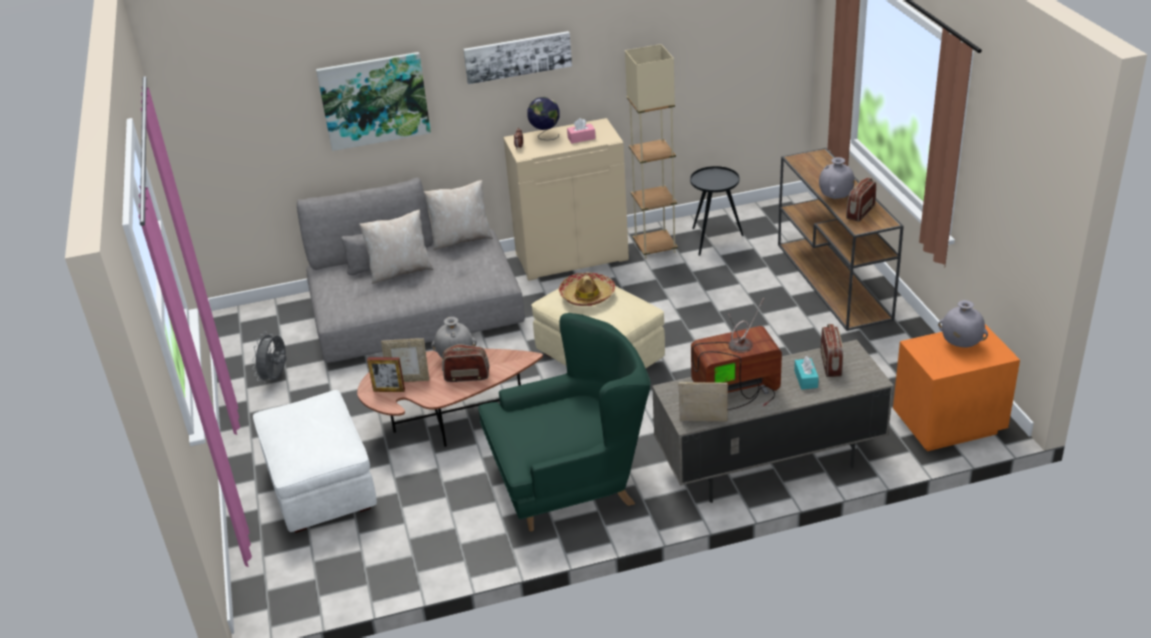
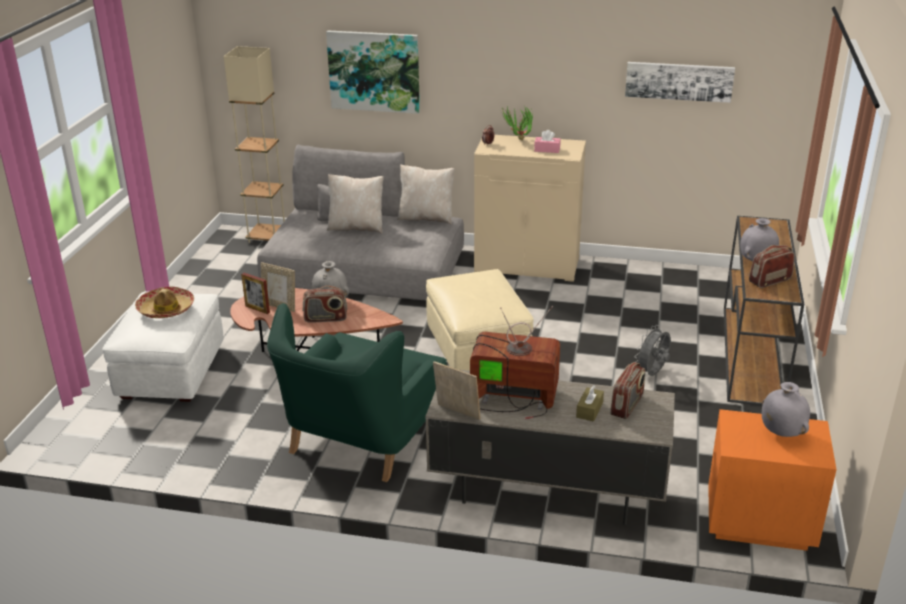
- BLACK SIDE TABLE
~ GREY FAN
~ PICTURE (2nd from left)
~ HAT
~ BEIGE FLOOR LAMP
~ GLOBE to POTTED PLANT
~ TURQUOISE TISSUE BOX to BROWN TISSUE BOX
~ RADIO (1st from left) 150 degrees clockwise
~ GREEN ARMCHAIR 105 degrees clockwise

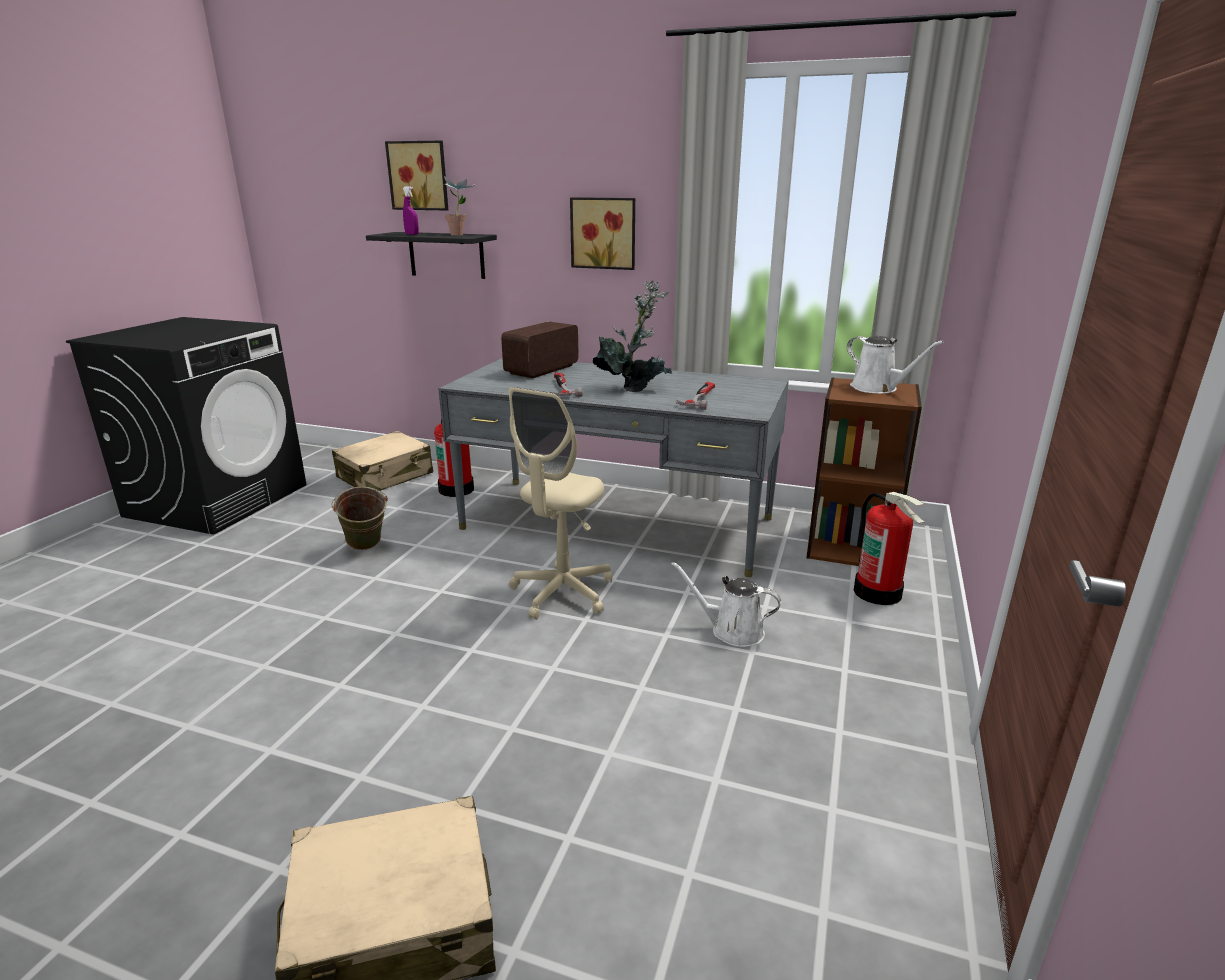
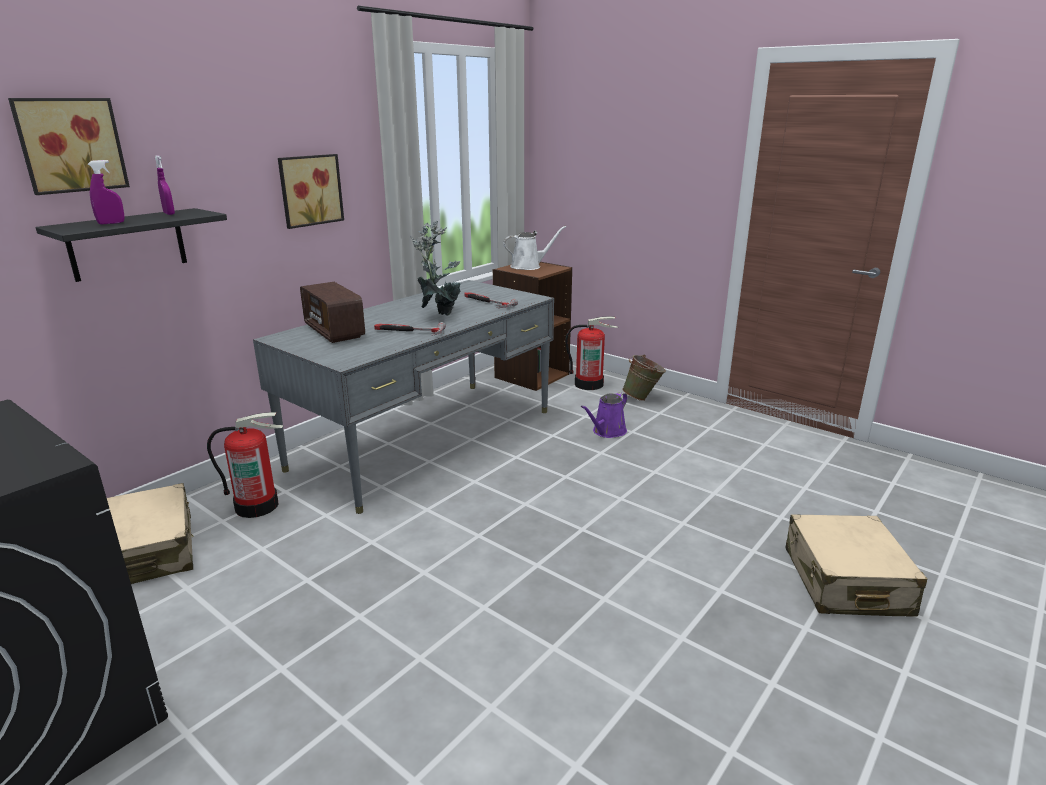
- BEIGE OFFICE CHAIR
~ GREEN BUCKET
~ POTTED PLANT (1st from left) to PURPLE SPRAY BOTTLE (2nd from left)
~ WHITE WATERING CAN (1st from left) to PURPLE WATERING CAN

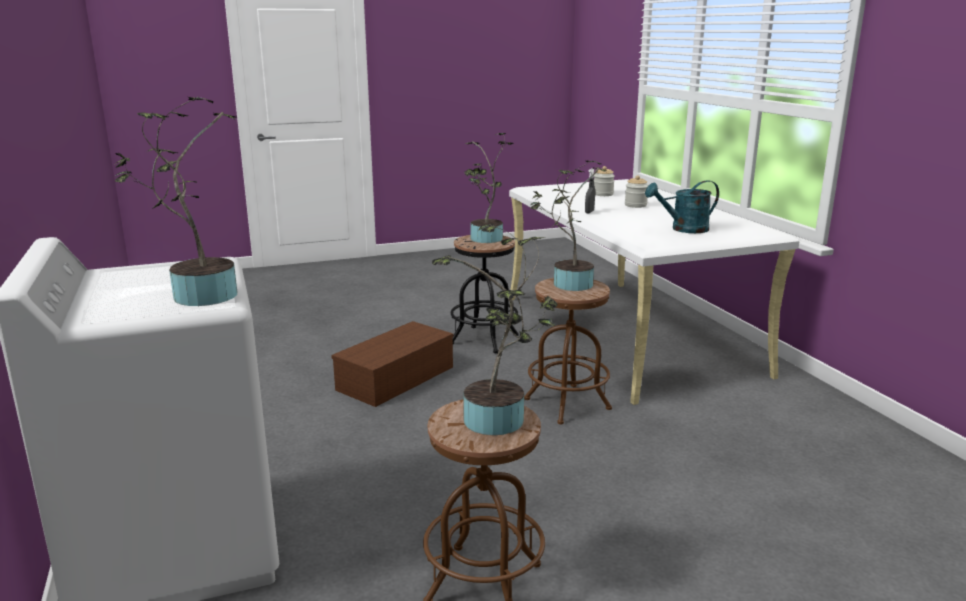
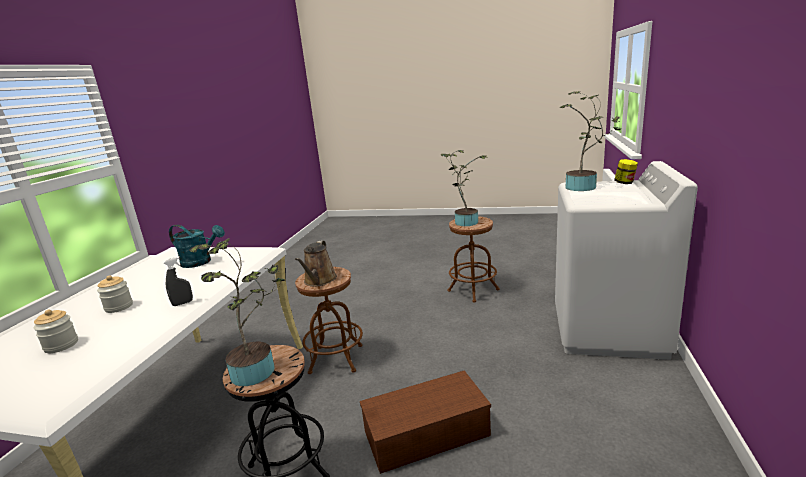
+ JAR (3rd from left)
~ POTTED PLANT (4th from left) to BROWN WATERING CAN

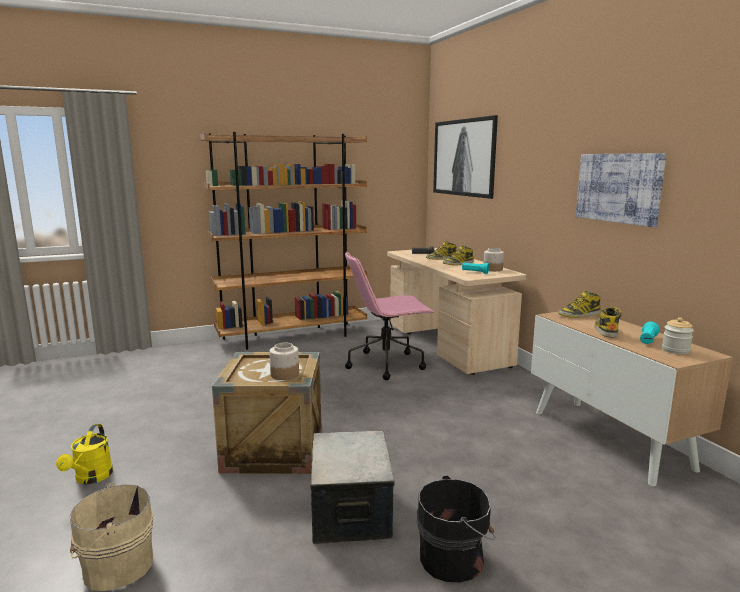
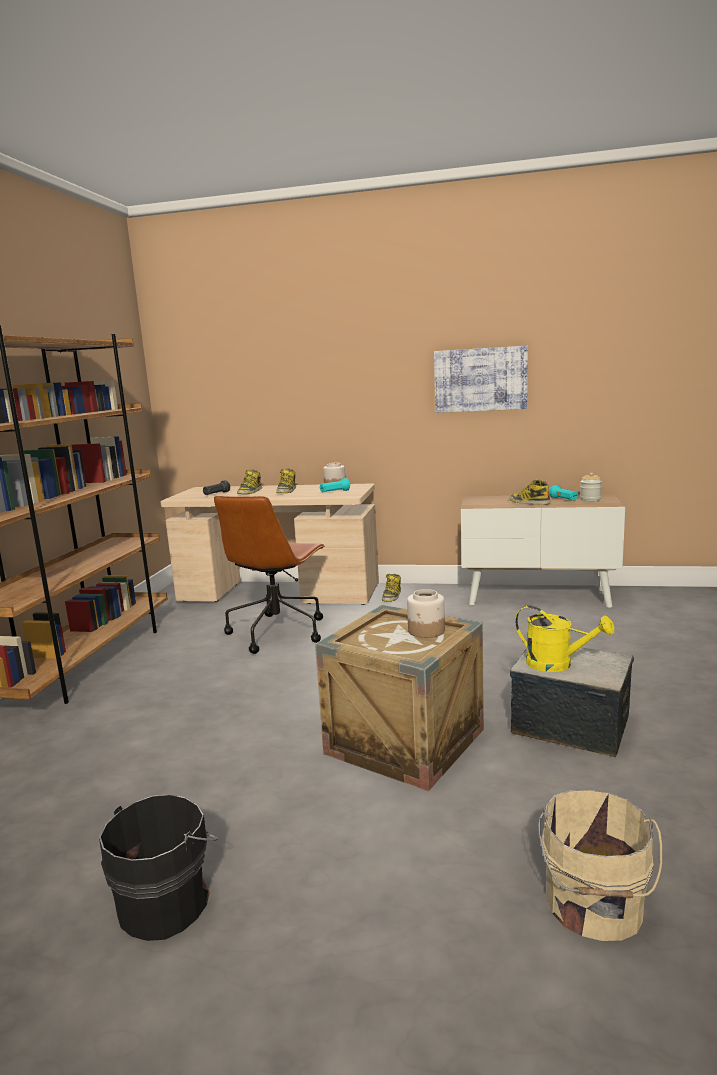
- PICTURE (1st from left)
~ YELLOW WATERING CAN
~ BLACK BUCKET
~ BOOT (3rd from left)
~ PINK OFFICE CHAIR to BROWN OFFICE CHAIR

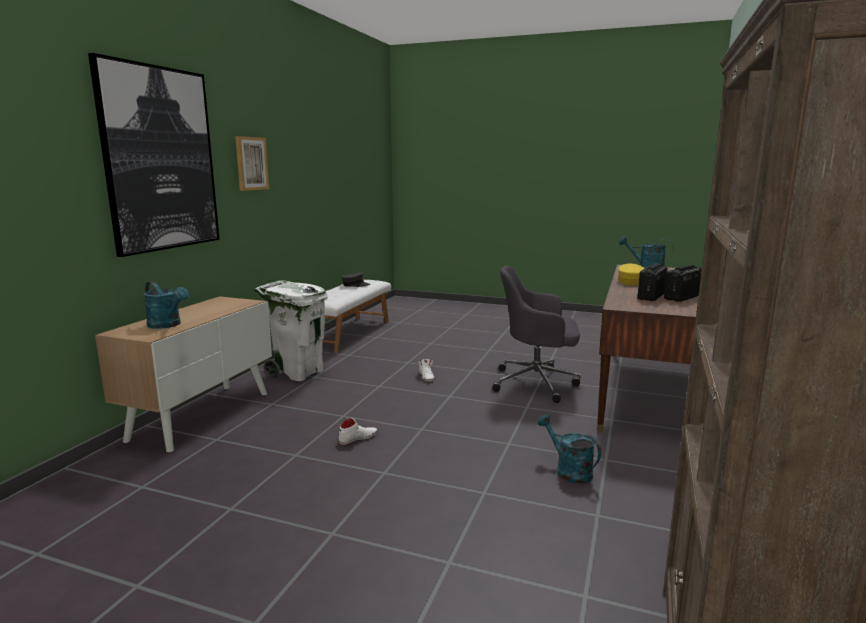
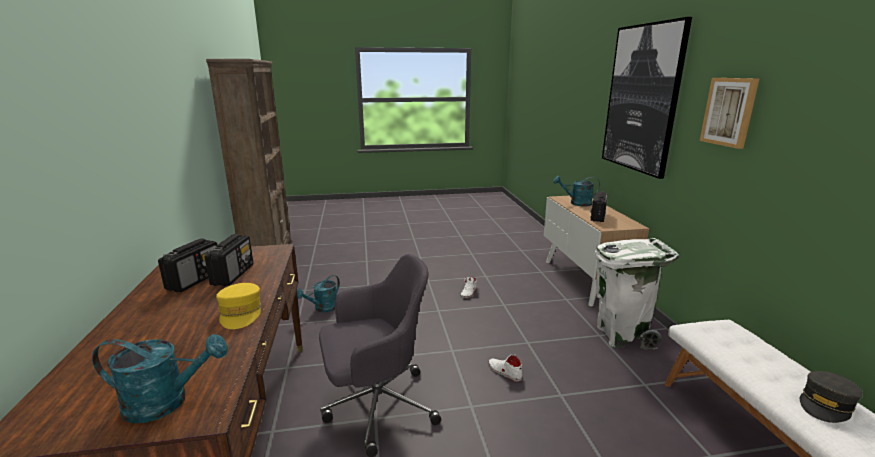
+ RADIO (3rd from left)
~ TURQUOISE WATERING CAN (2nd from left) 105 degrees clockwise

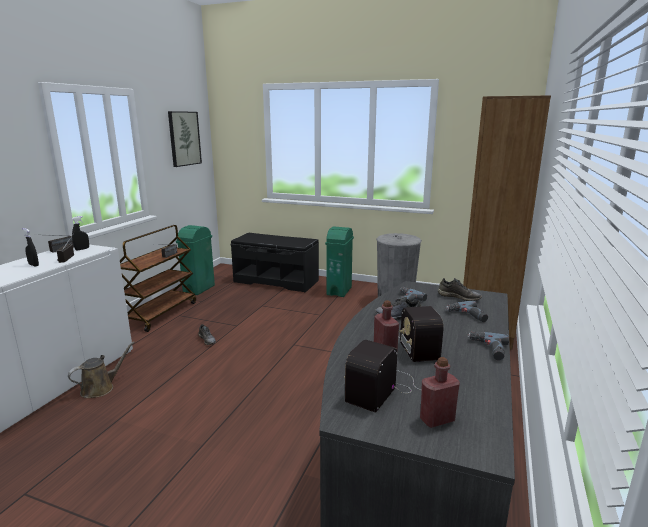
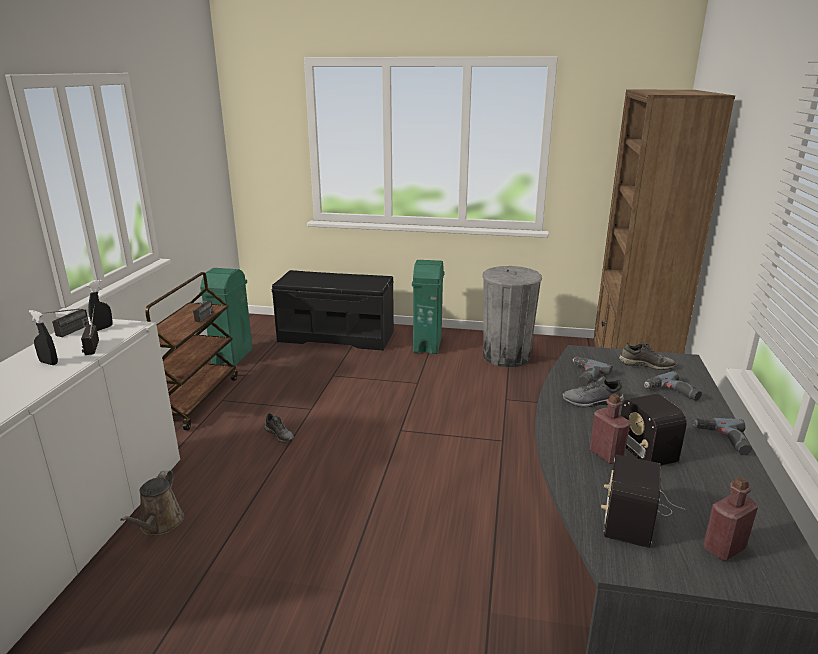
- PICTURE
~ BROWN WATERING CAN 150 degrees clockwise

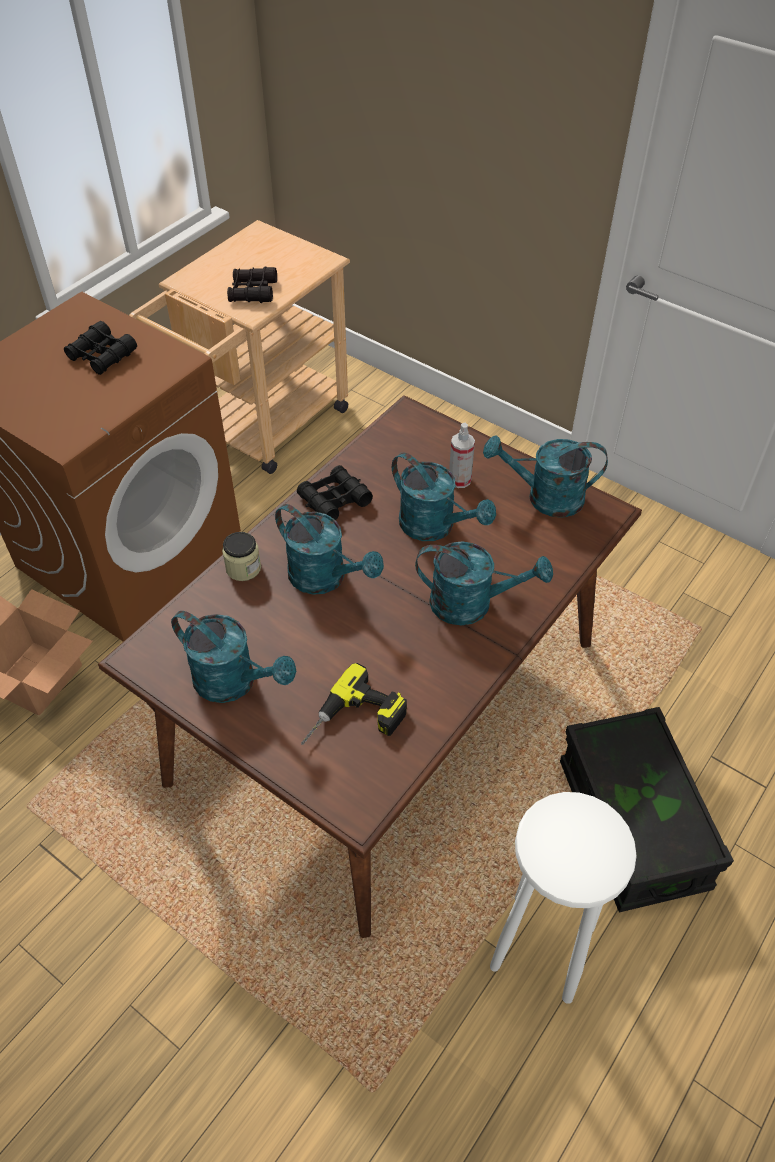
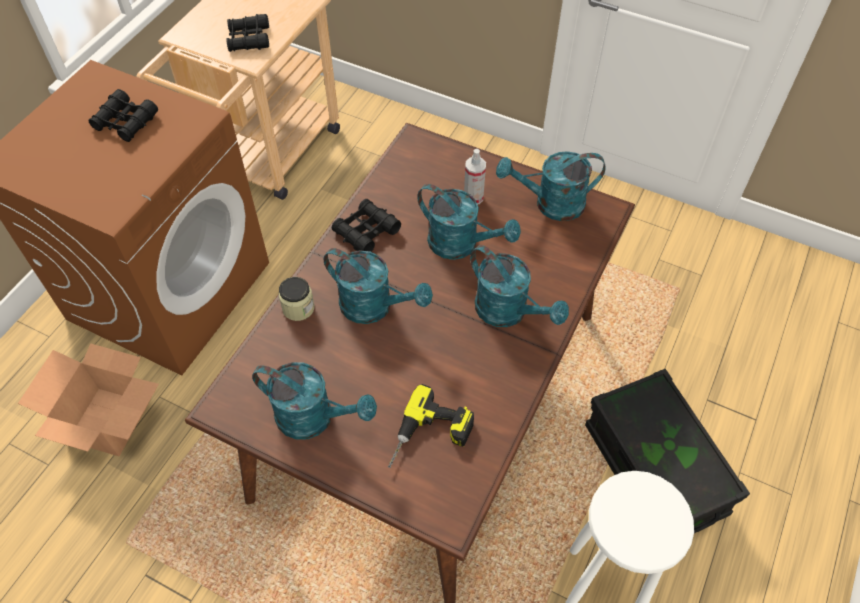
~ TURQUOISE WATERING CAN (4th from left) 45 degrees clockwise

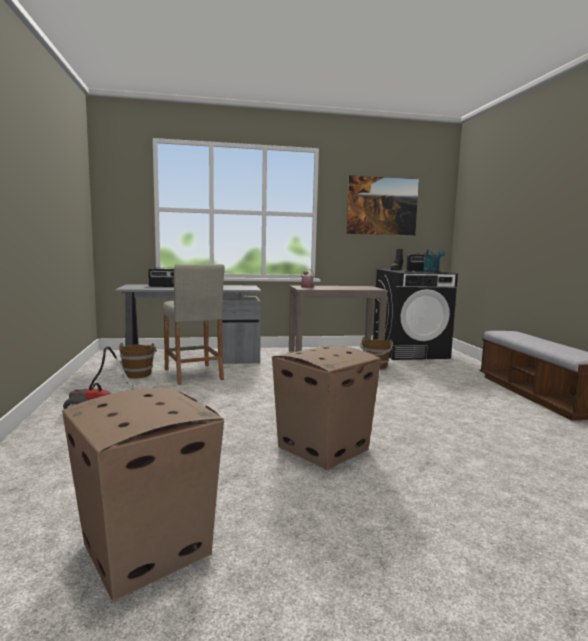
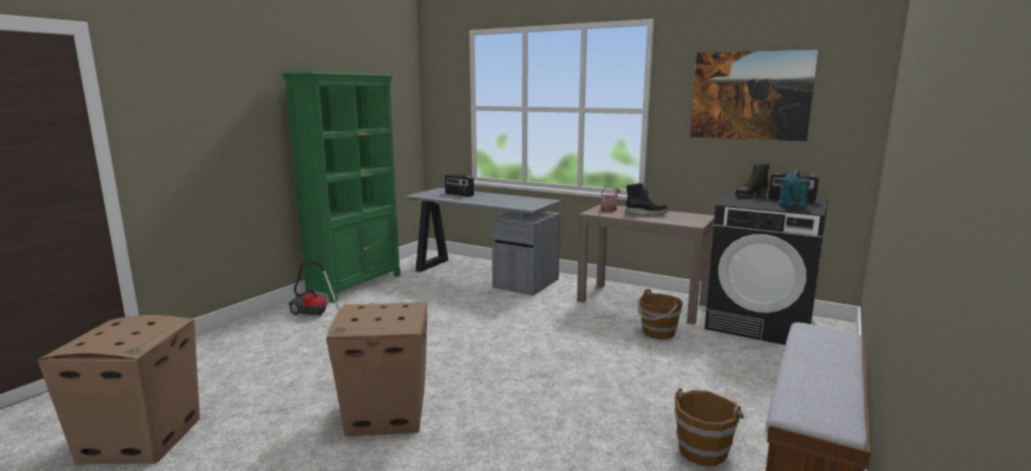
- BEIGE STOOL
+ GREEN BOOKCASE
+ BLACK BOOT (1st from left)
~ BROWN BUCKET (1st from left in the first image) to BROWN BUCKET (2nd from left)

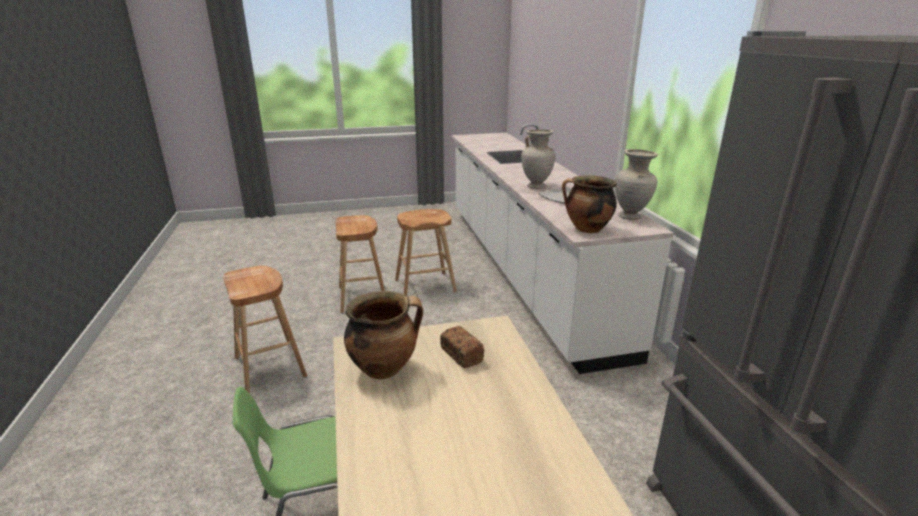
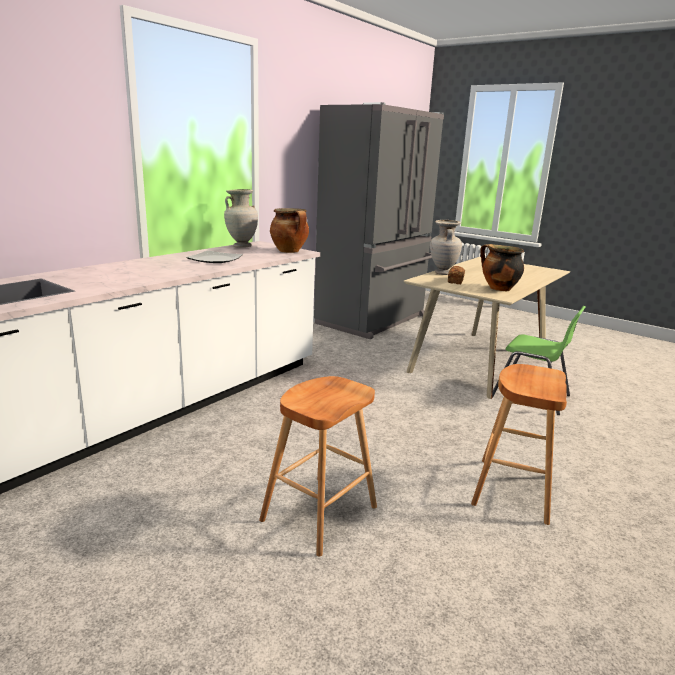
- BROWN STOOL (3rd from left)
~ BEIGE VASE (1st from left in the first image) to BEIGE VASE (2nd from left)

